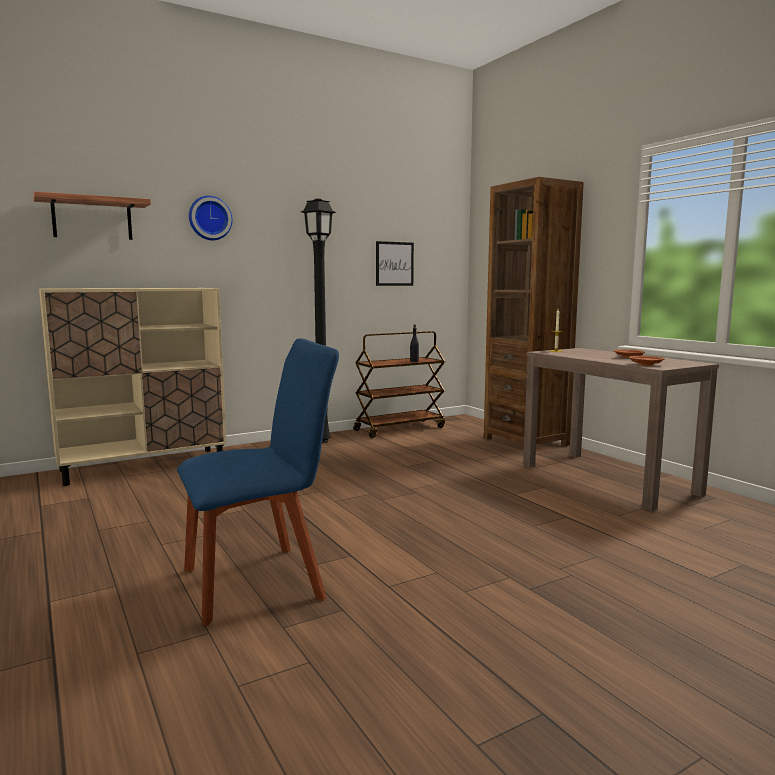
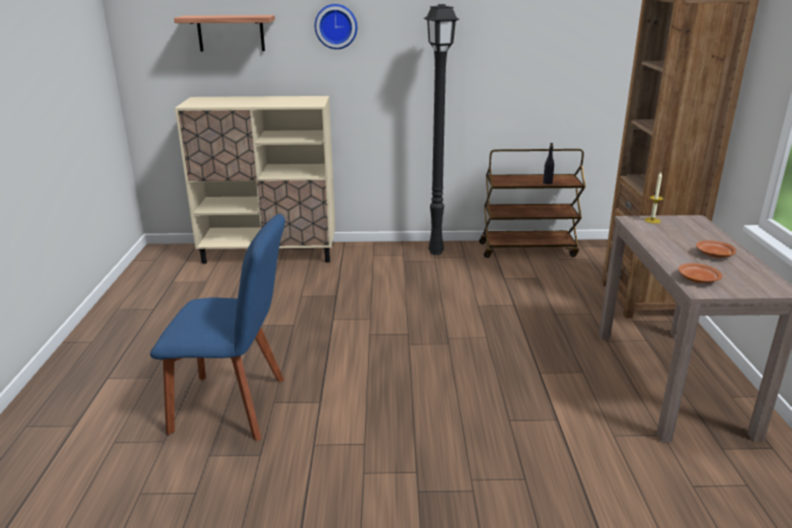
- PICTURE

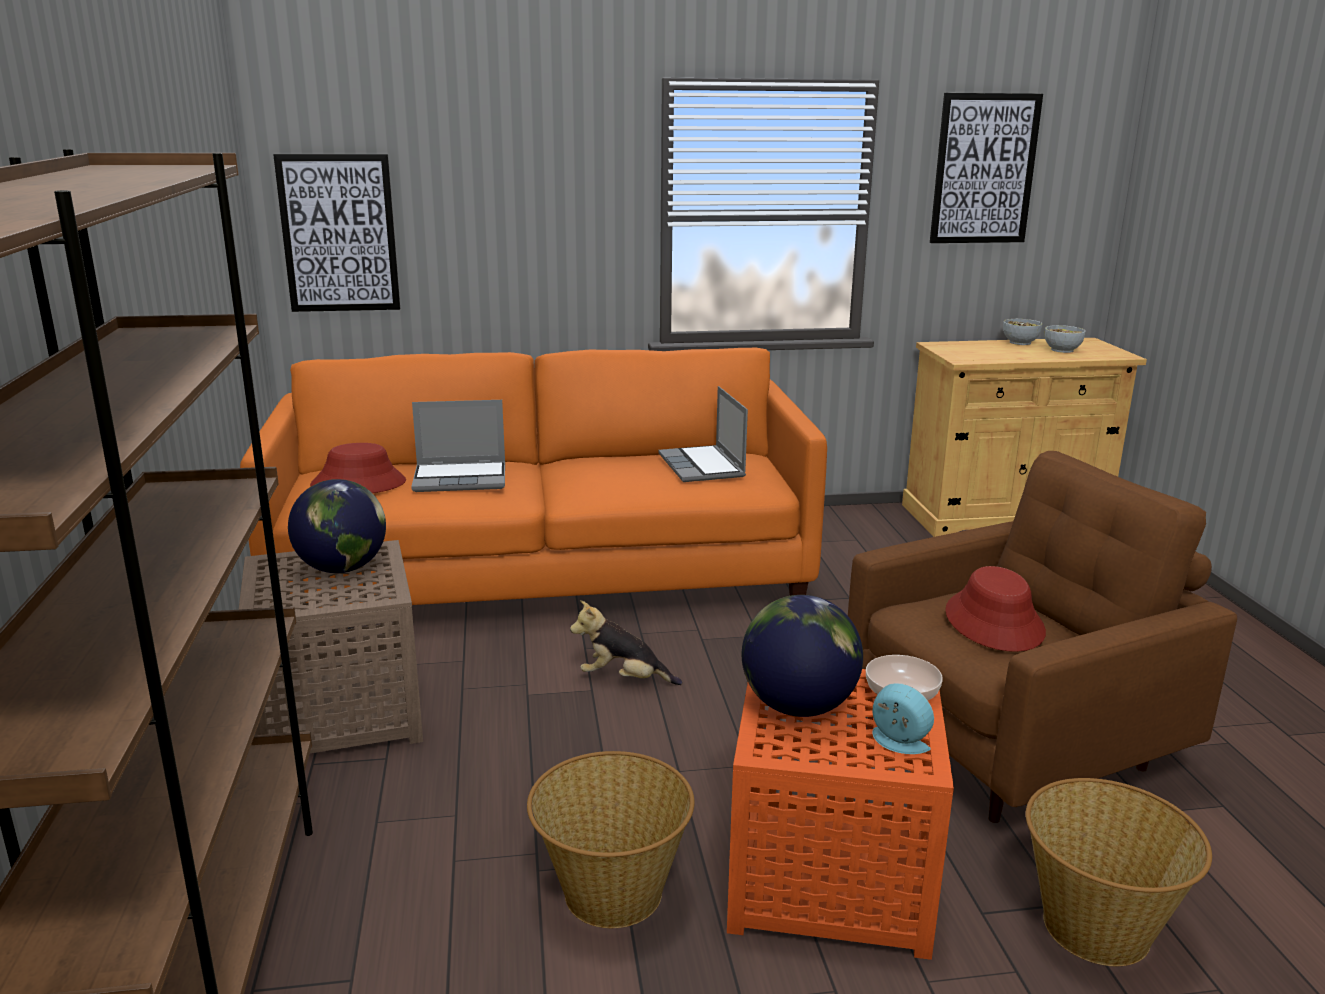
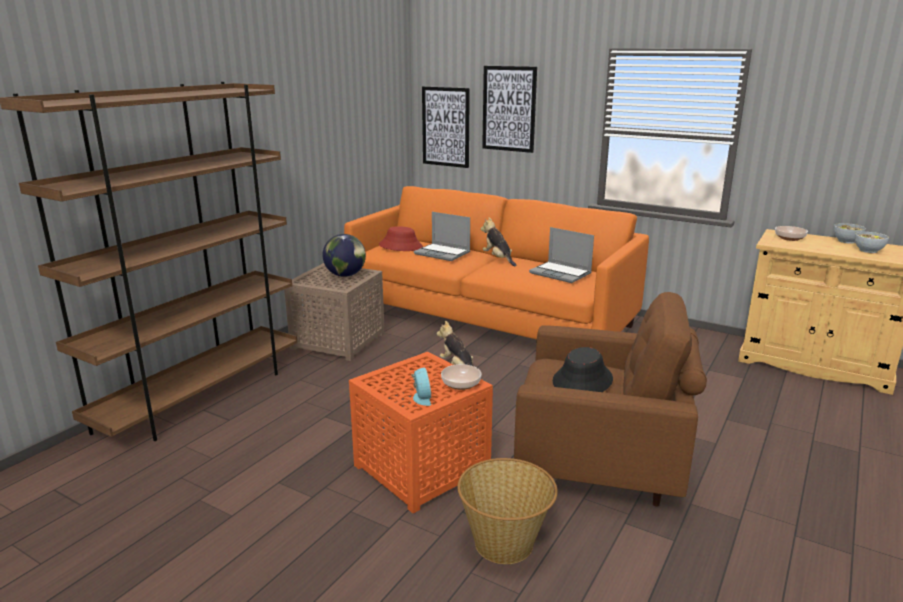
- BASKET (1st from left)
- GLOBE (2nd from left)
+ PLUSH TOY (2nd from left)
+ BOWL (2nd from left)
~ PICTURE (2nd from left)
~ RED HAT (2nd from left) to BLACK HAT
~ LAPTOP (2nd from left) 75 degrees counterclockwise

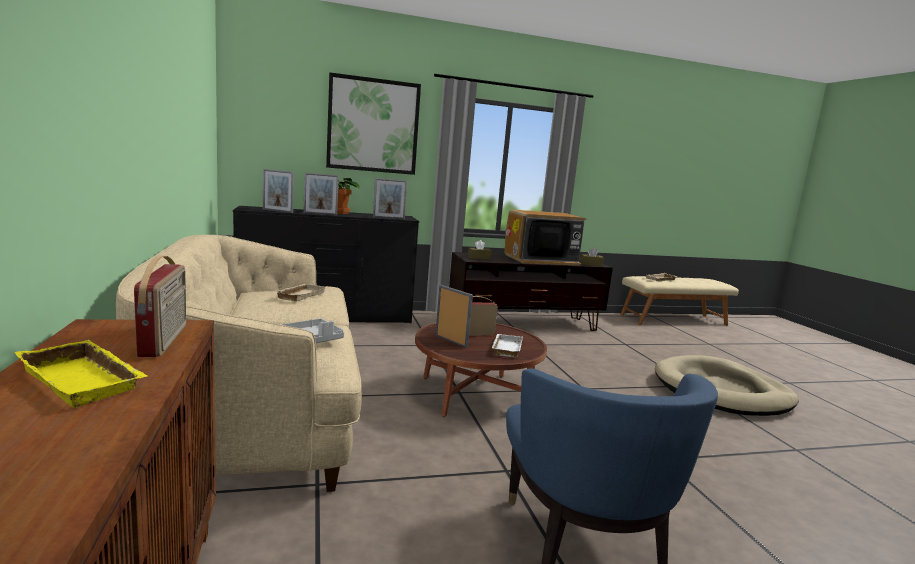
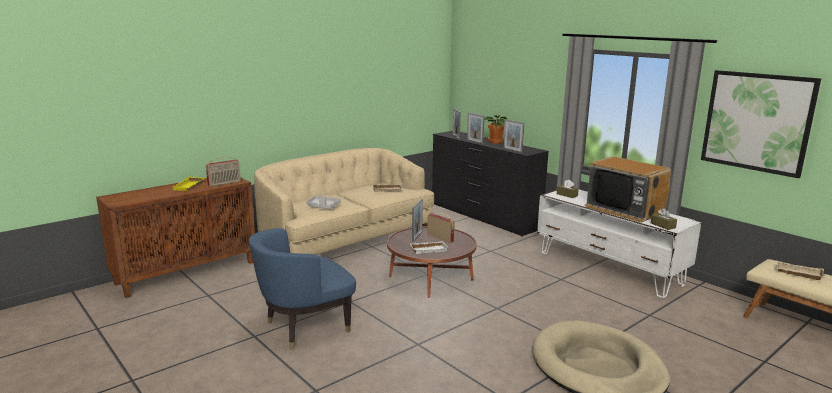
~ PICTURE
~ BROWN TV STAND to WHITE TV STAND

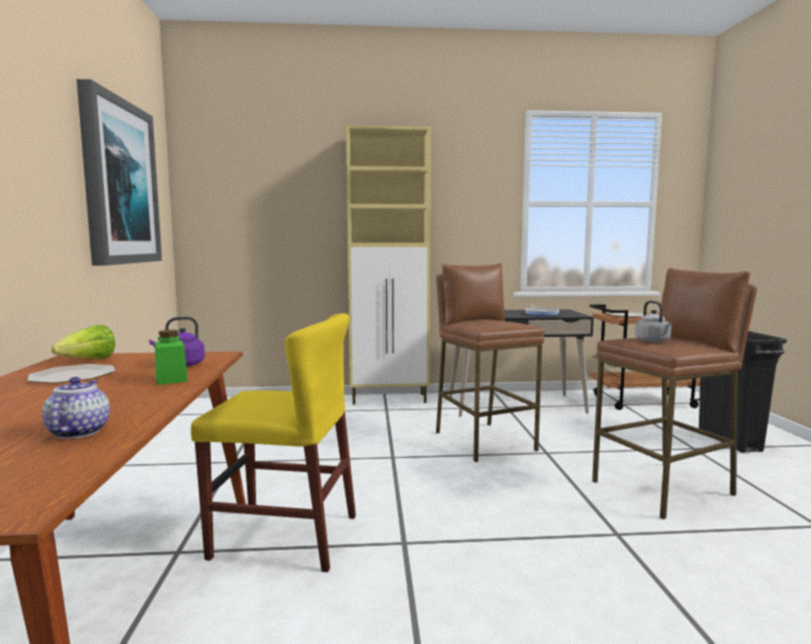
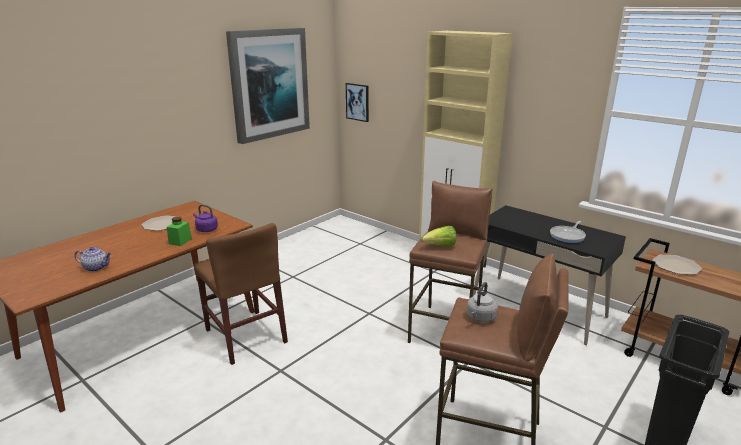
+ PICTURE (2nd from left)
~ LETTUCE
~ YELLOW CHAIR to BROWN CHAIR
~ TEAPOT 60 degrees clockwise

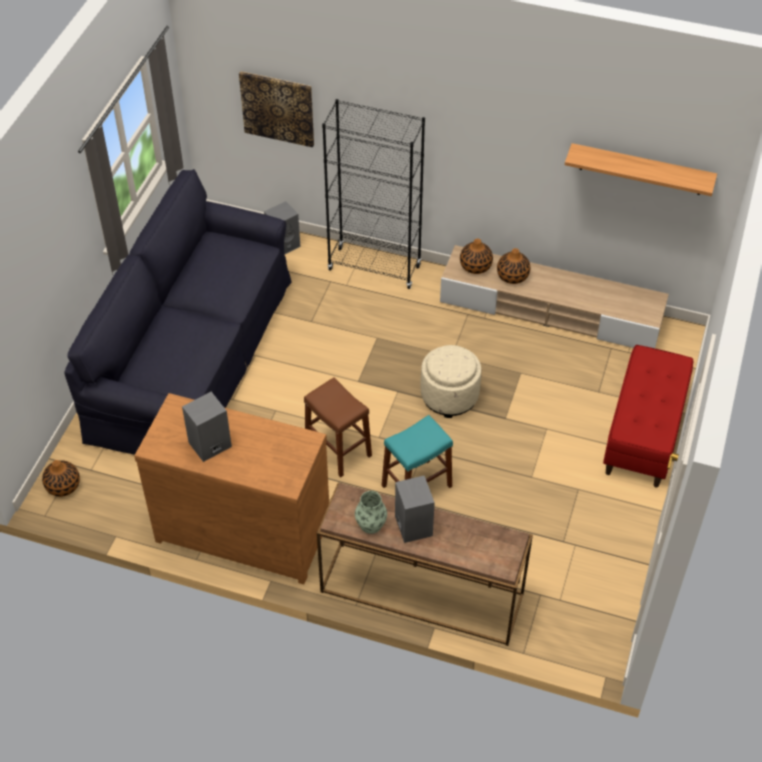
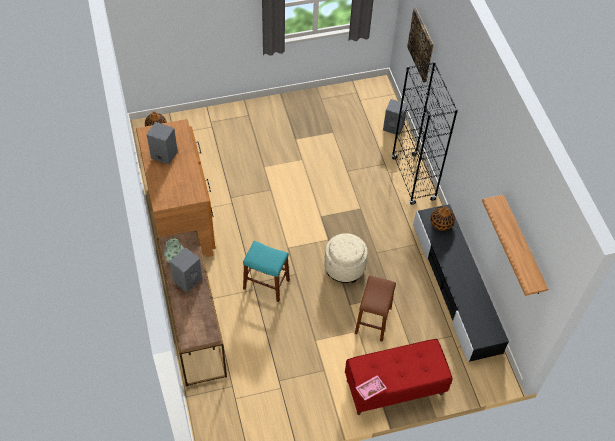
- BLACK SOFA
- VASE (4th from left)
+ PINK TRAY
~ BROWN STOOL
~ BEIGE TV STAND to BLACK TV STAND

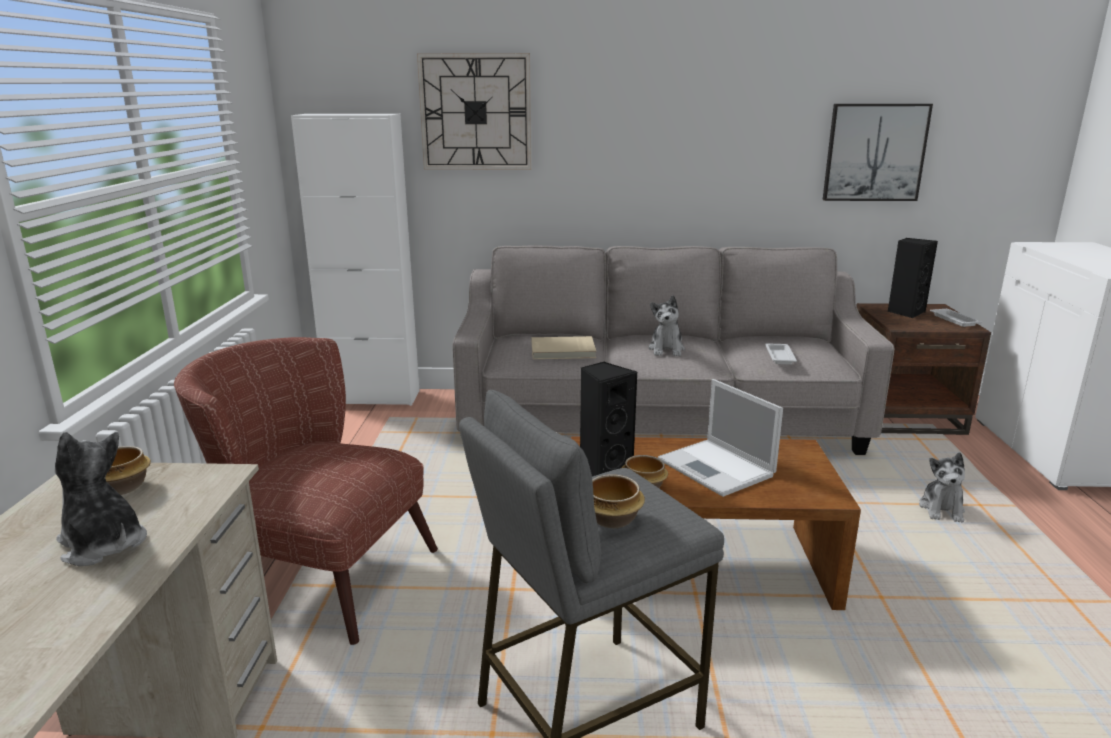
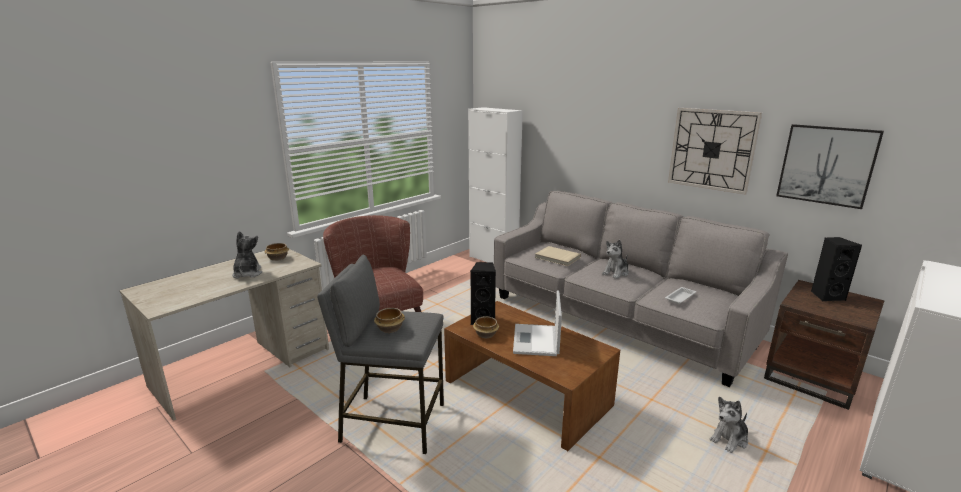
- WHITE TRAY (2nd from left)
~ WALL CLOCK

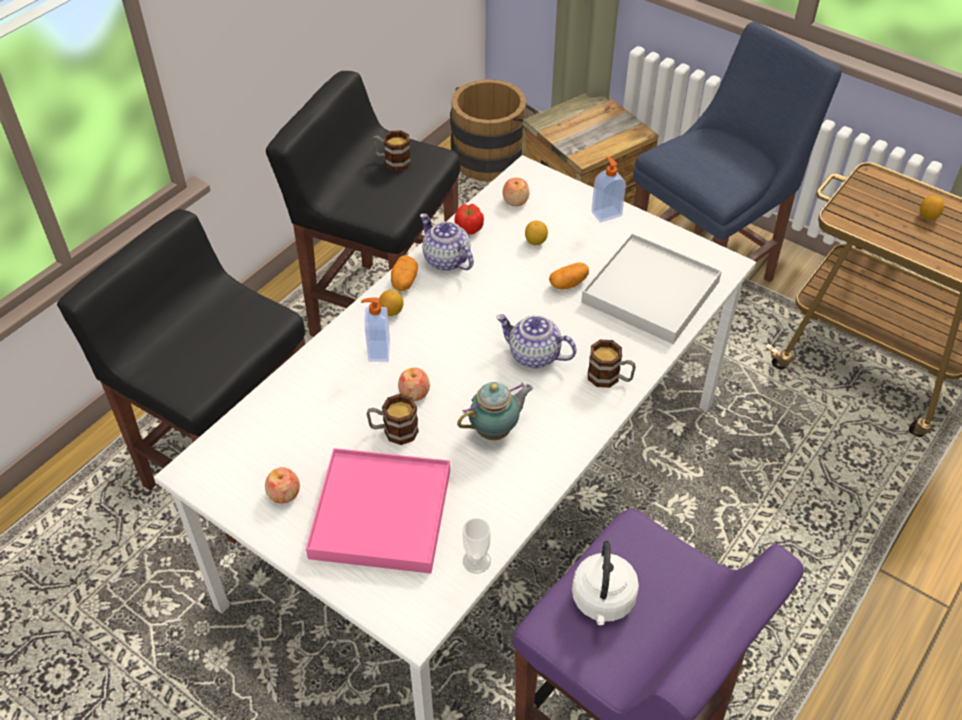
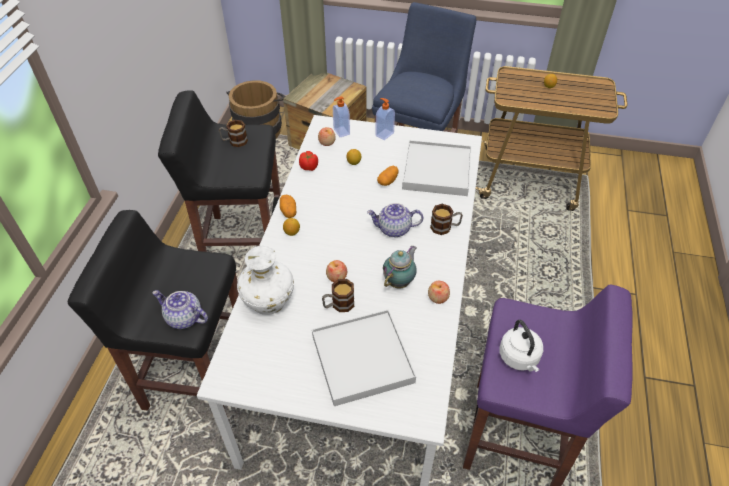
- CUP
+ WHITE VASE
~ APPLE (1st from left in the first image) to APPLE (3rd from left)
~ SOAP DISPENSER (1st from left)
~ TEAPOT (1st from left)
~ PINK TRAY to WHITE TRAY (1st from left)

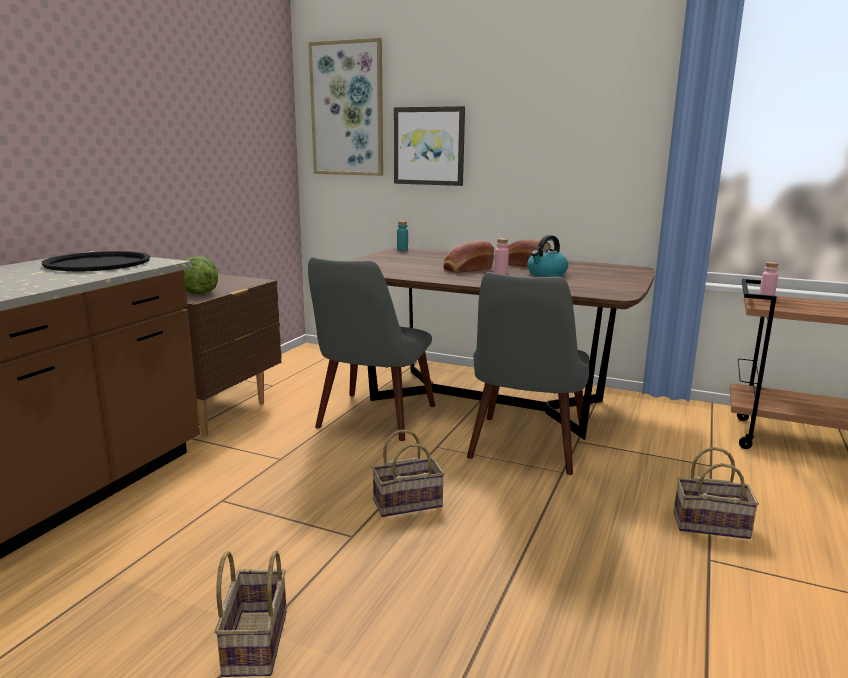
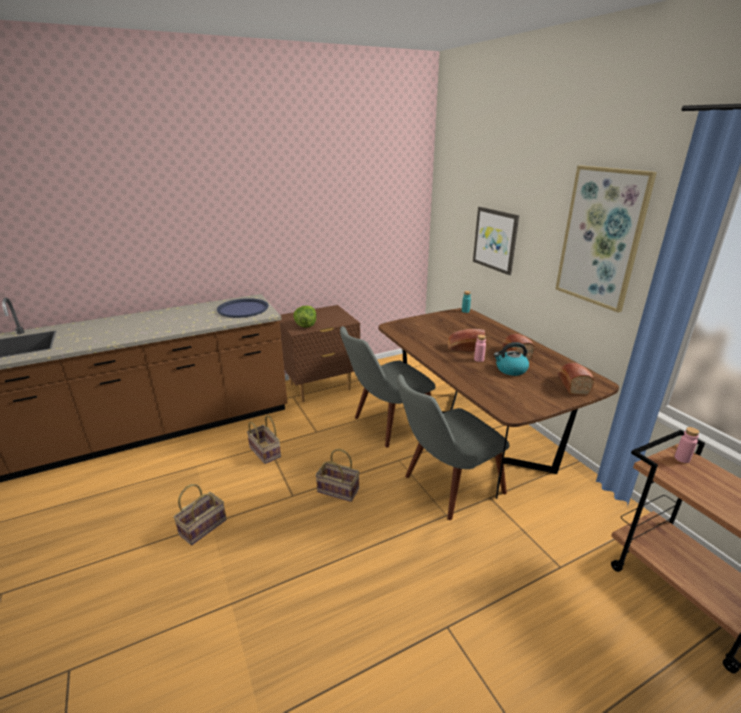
+ BREAD (3rd from left)
~ PICTURE (1st from left in the first image) to PICTURE (2nd from left)
~ BASKET (3rd from left in the first image) to BASKET (2nd from left)
~ BLACK TRAY to BLUE TRAY

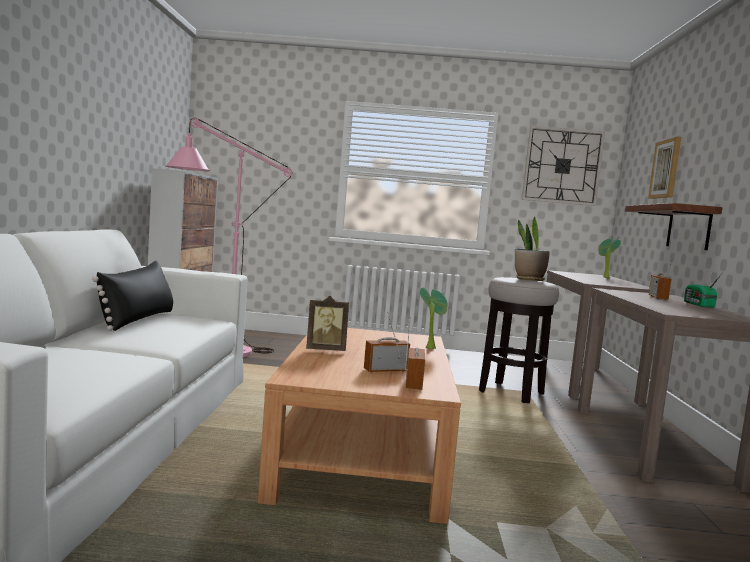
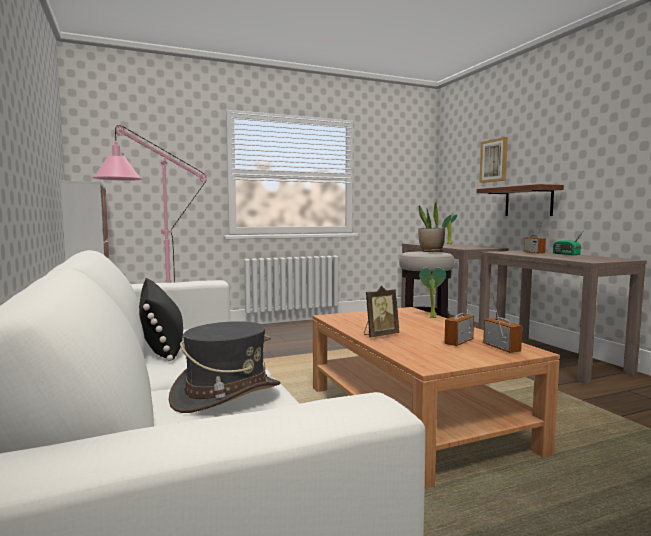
- WALL CLOCK
+ GREY HAT

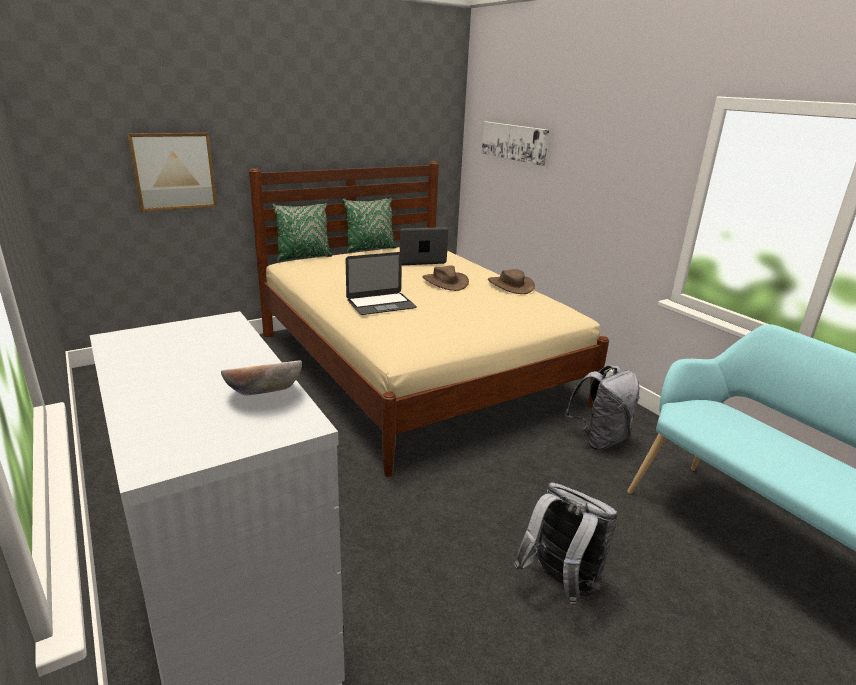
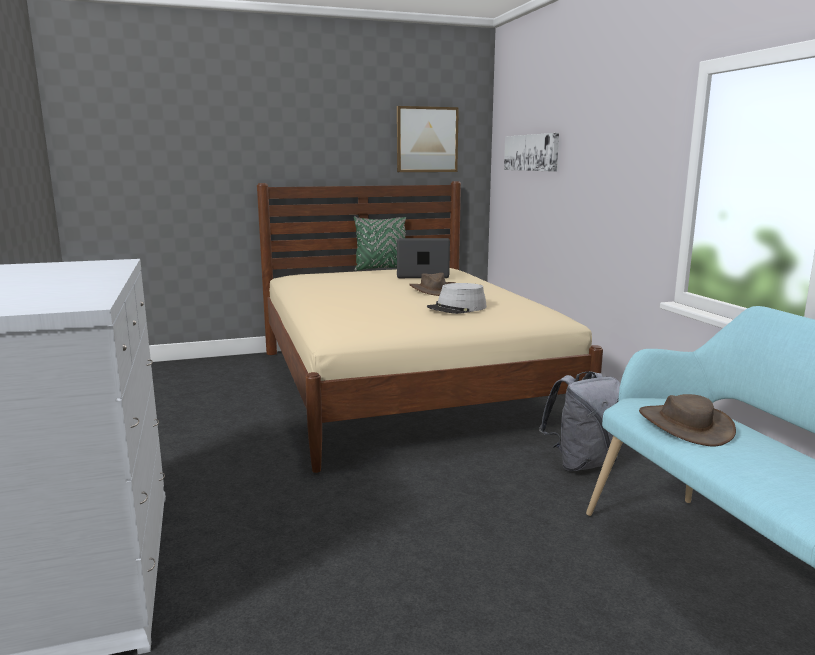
- BOWL
- GREEN PILLOW (1st from left)
- LAPTOP (1st from left)
- GREY BACKPACK (1st from left)
+ GREY HAT
~ PICTURE (1st from left)
~ BROWN HAT (2nd from left)

